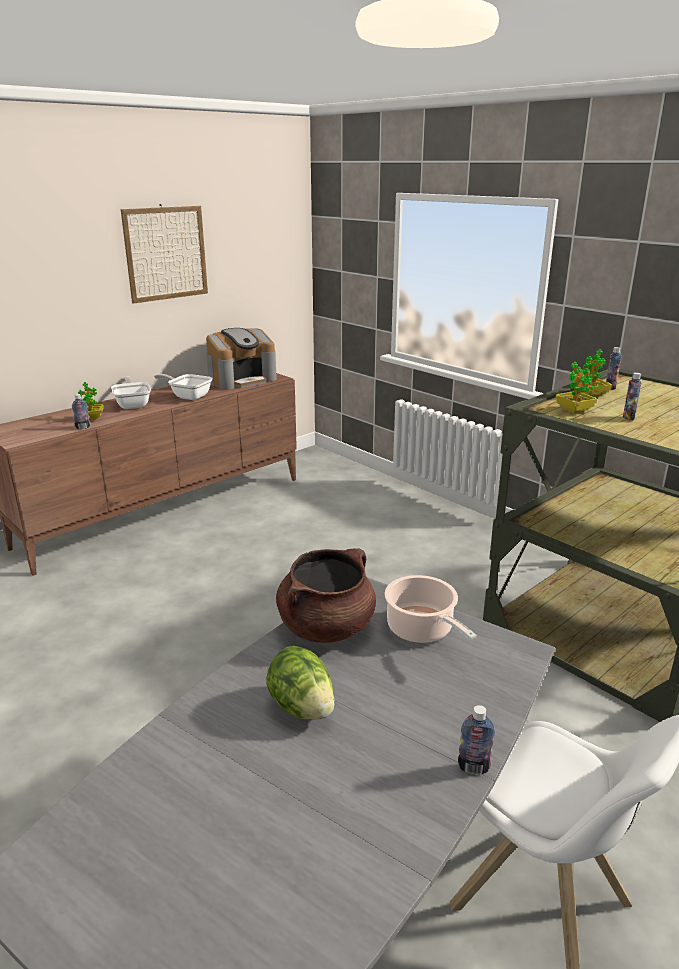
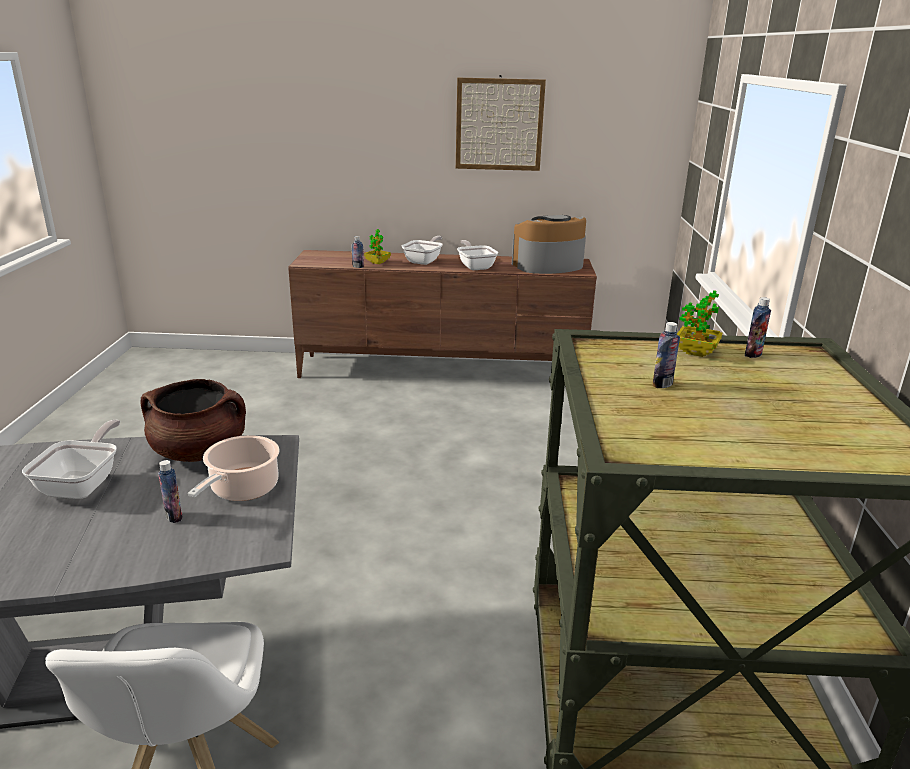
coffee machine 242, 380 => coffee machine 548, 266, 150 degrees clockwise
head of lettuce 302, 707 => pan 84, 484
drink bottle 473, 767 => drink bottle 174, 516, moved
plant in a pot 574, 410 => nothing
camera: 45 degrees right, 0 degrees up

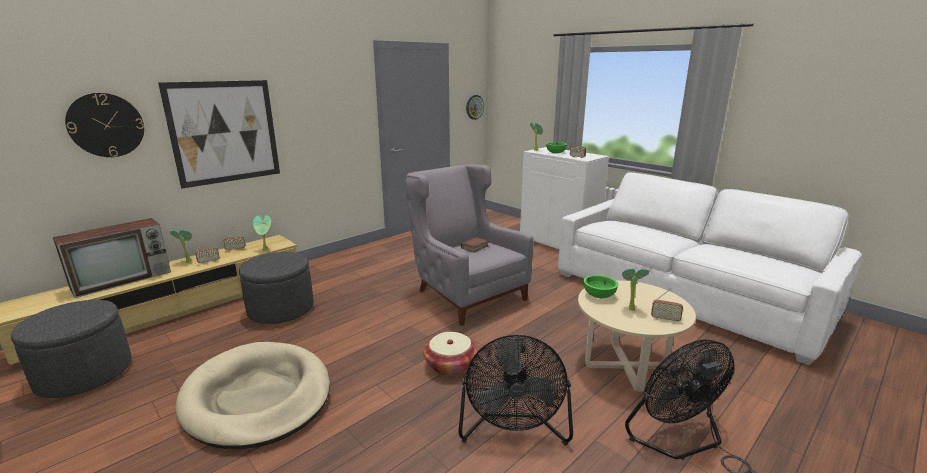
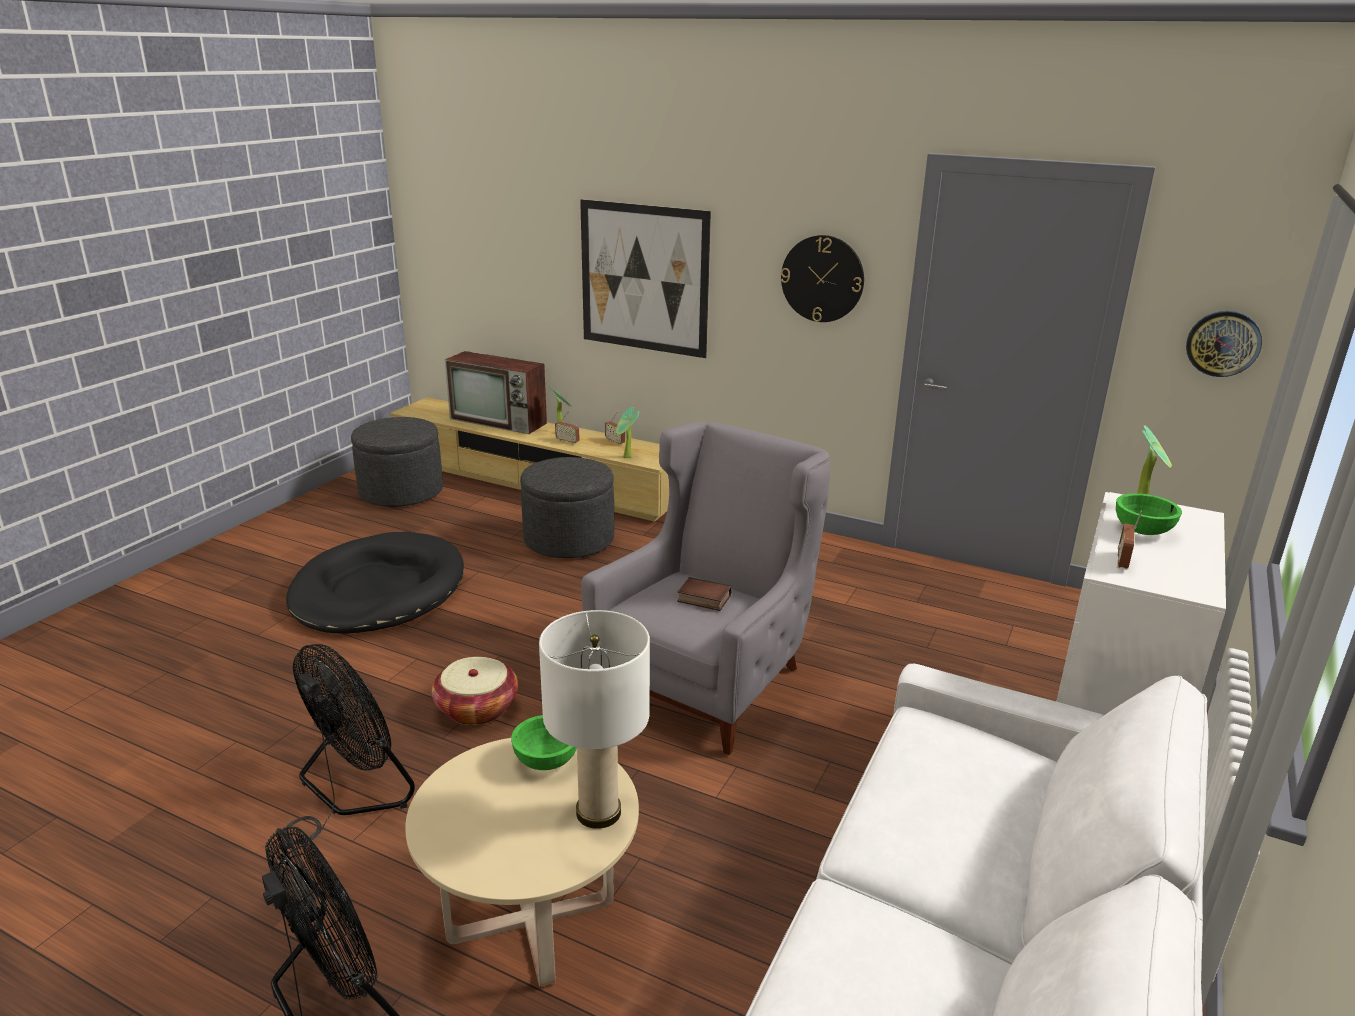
clock on the wall 106, 125 => clock on the wall 822, 278, moved
sand-coloured dog bed 258, 397 => black dog bed 378, 590
black fan 509, 427 => black fan 342, 789, 150 degrees clockwise
plant in a pot 629, 308 => nothing
radio set 665, 319 => nothing
nothing => white table lamp 599, 813
camera: 70 degrees right, 5 degrees up

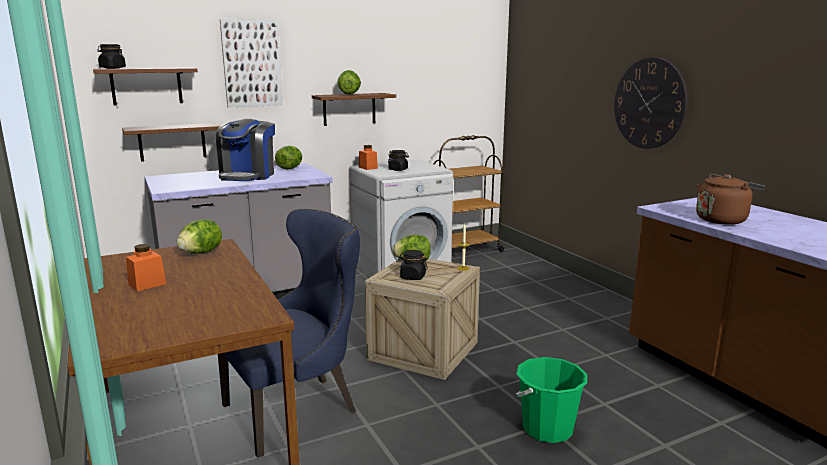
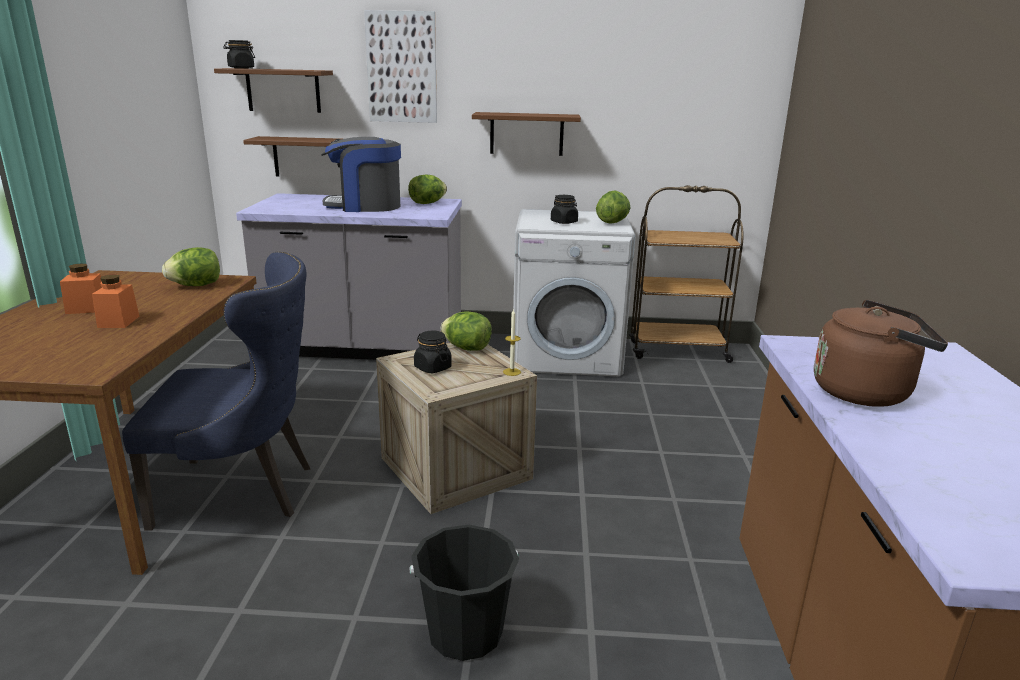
coffee machine 248, 176 => coffee machine 365, 206, 45 degrees clockwise
head of lettuce 349, 94 => head of lettuce 612, 222, moved
orange preserve jar 368, 168 => orange preserve jar 118, 322, moved
green-coloured pail 547, 429 => black pail 465, 633
clock on the wall 649, 103 => nothing
camera: 30 degrees right, 5 degrees up

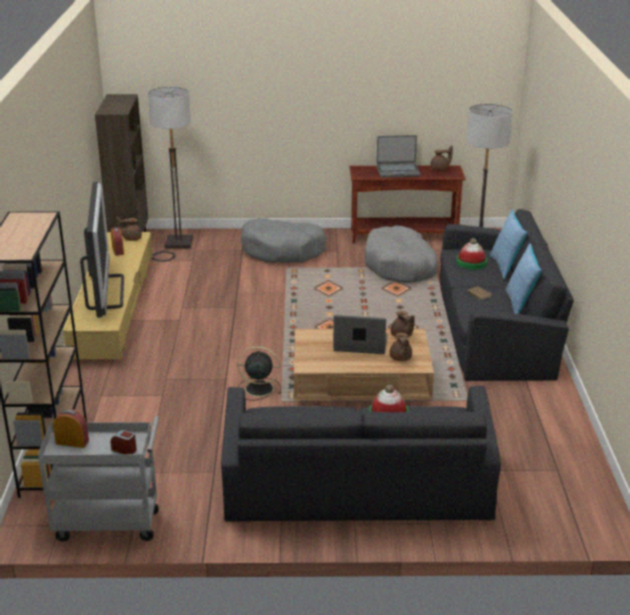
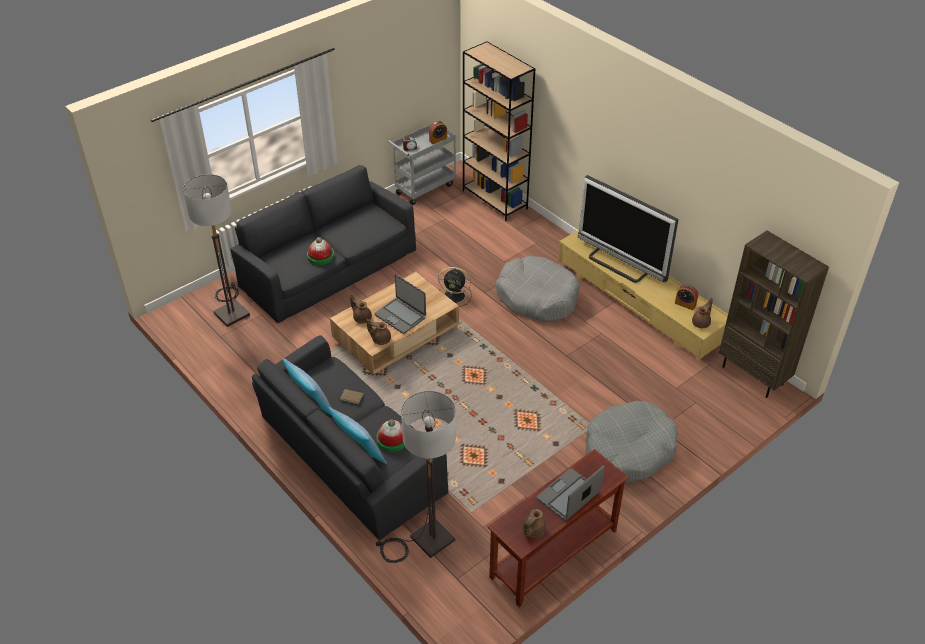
standing lamp 174, 247 => standing lamp 230, 308, moved
black fan 258, 388 => black fan 455, 296, 45 degrees clockwise
portable computer 360, 344 => portable computer 400, 316, 75 degrees clockwise
gray dog bed 400, 266 => gray dog bed 537, 297, moved
camera: 140 degrees right, 15 degrees up

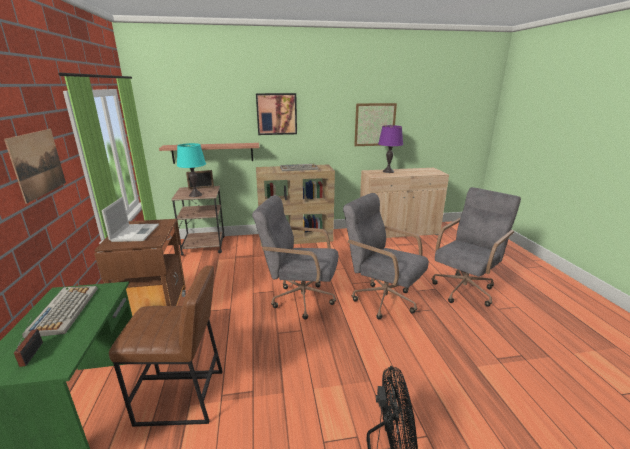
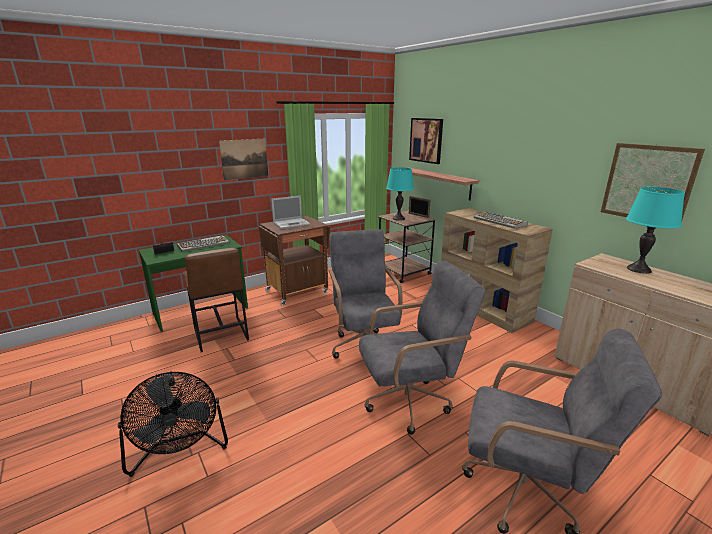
wall picture 276, 114 => wall picture 426, 140, moved
gray office chair 381, 300 => gray office chair 411, 402, 60 degrees clockwise
purple-coloured table lamp 388, 171 => blue-green table lamp 639, 269
camera: 65 degrees right, 0 degrees up

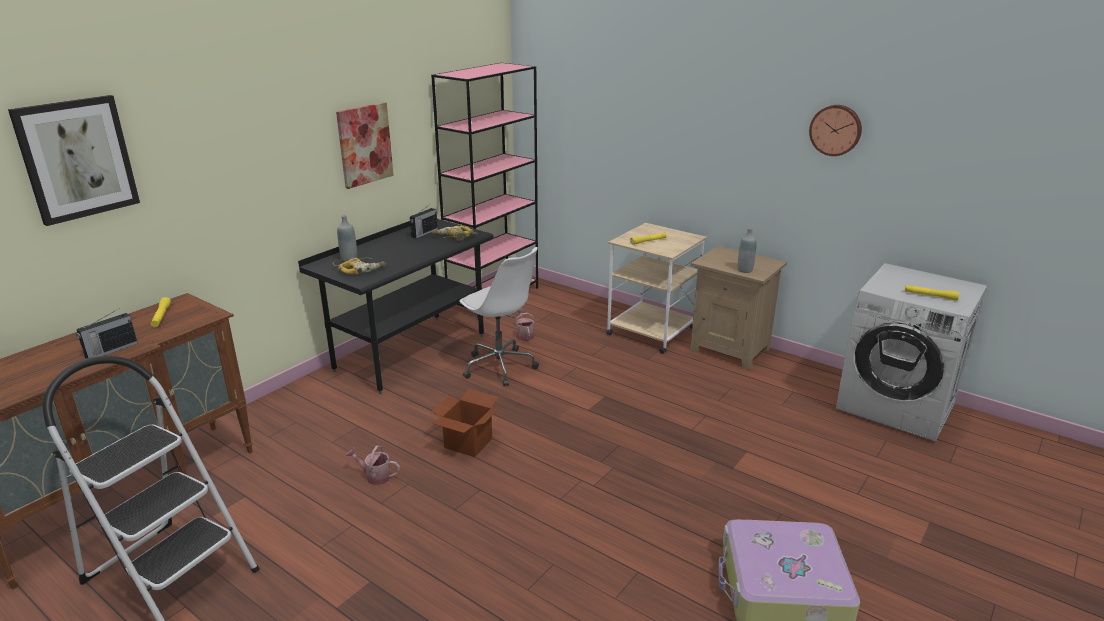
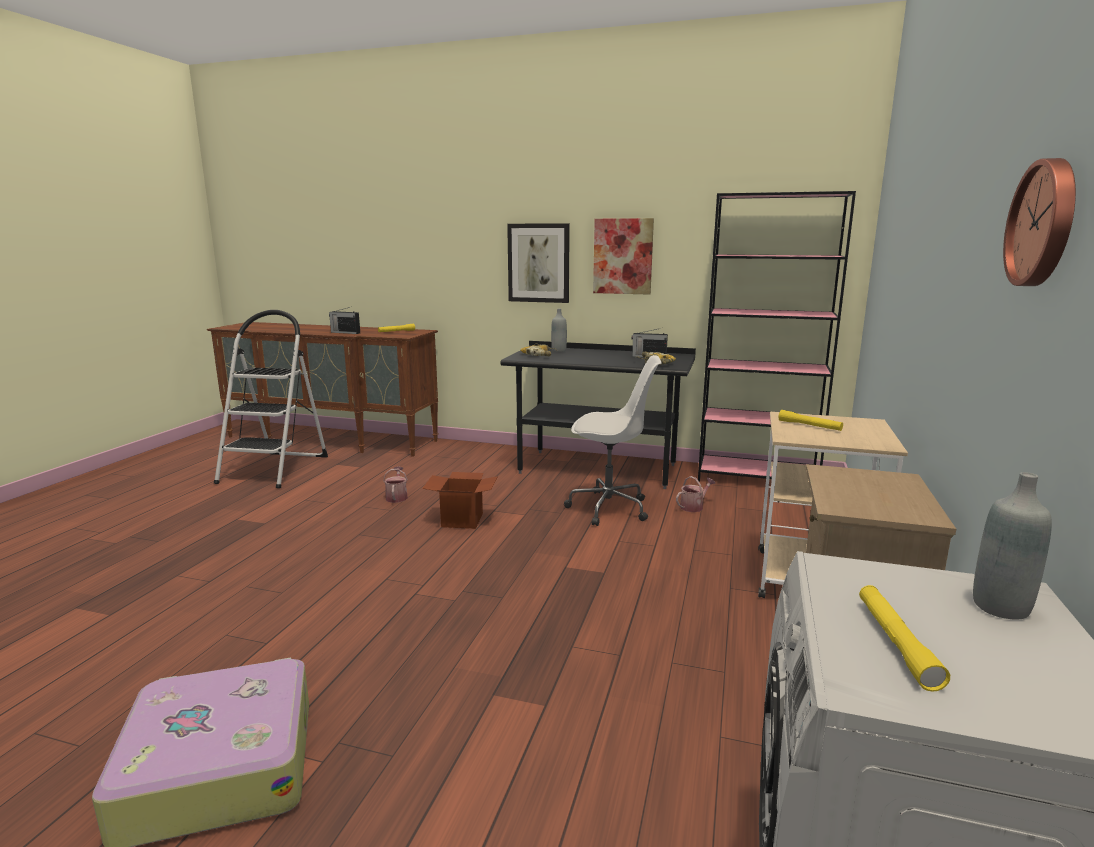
wall picture 77, 159 => wall picture 539, 263, moved
white office chair 501, 368 => white office chair 611, 508, 105 degrees counterclockwise
gray drink bottle 745, 270 => gray drink bottle 1000, 607, moved
camera: 70 degrees right, 10 degrees down

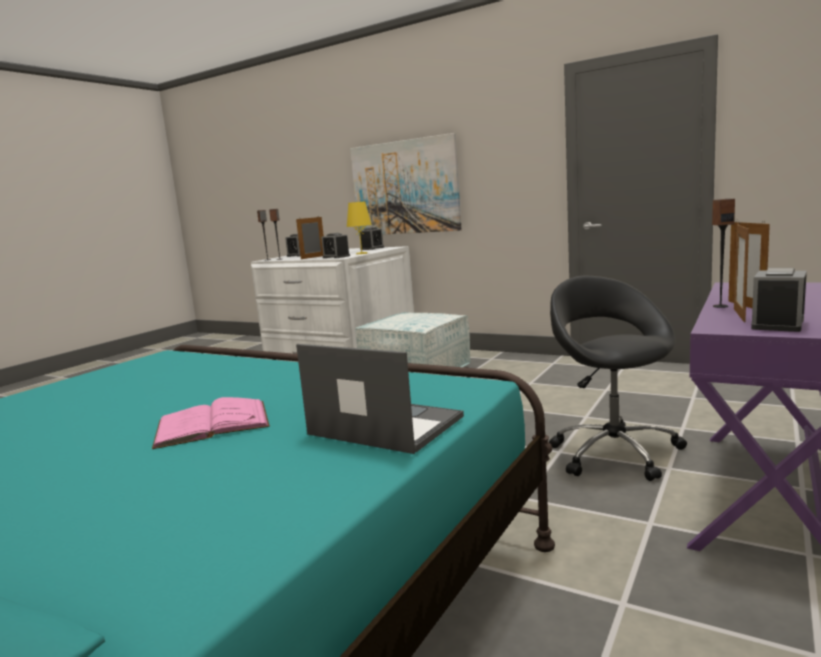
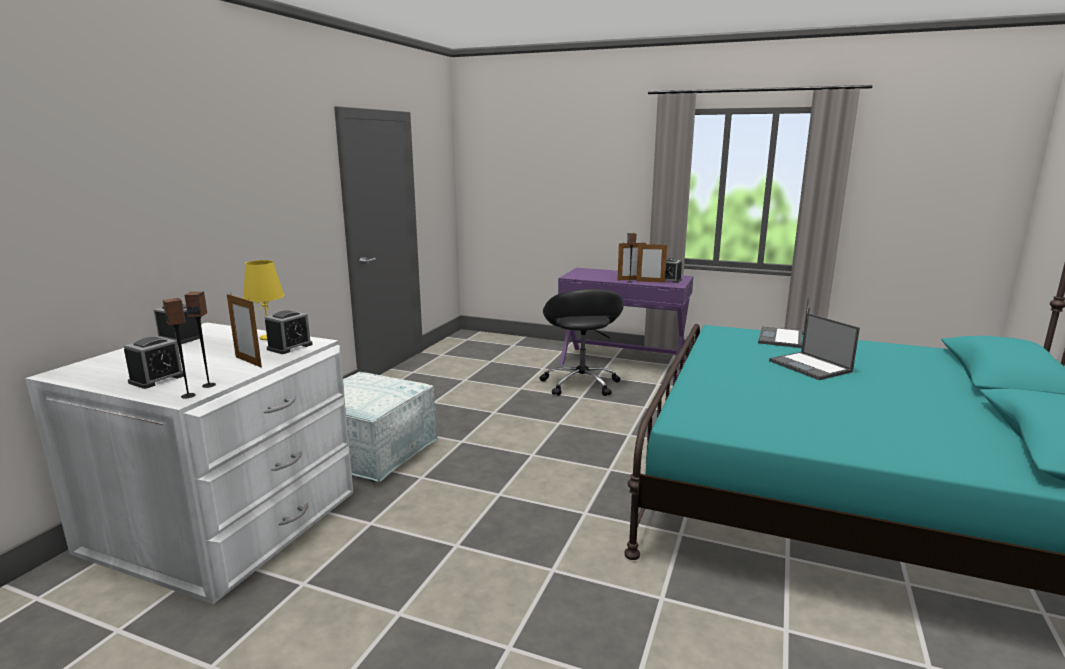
pink book 212, 423 => portable computer 811, 366
wall picture 405, 187 => nothing
black office chair 613, 453 => black office chair 581, 385, 60 degrees counterclockwise
camera: 100 degrees left, 5 degrees up

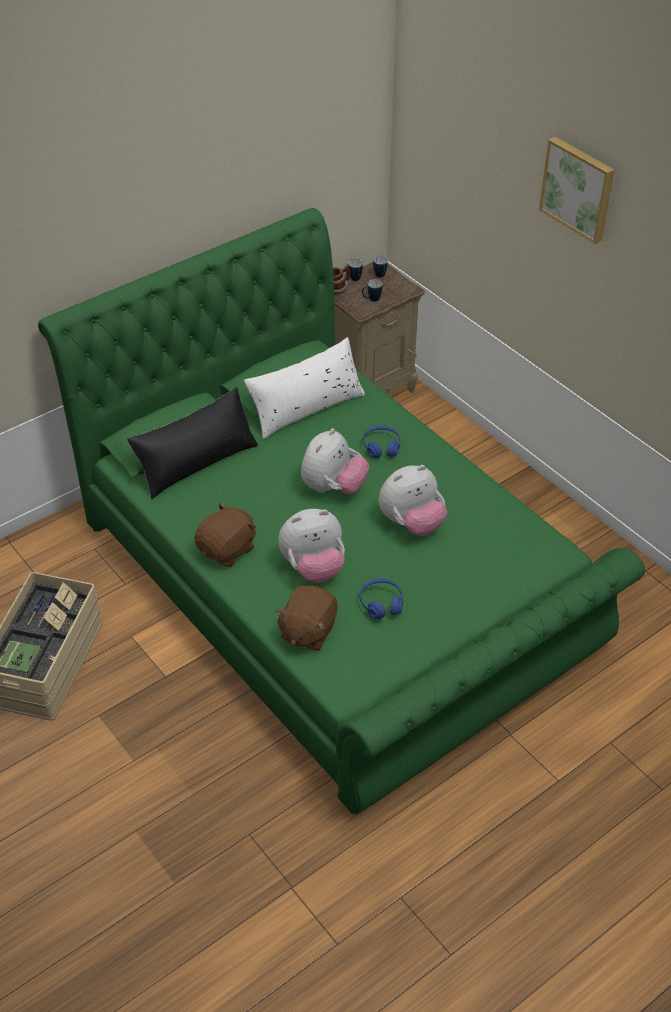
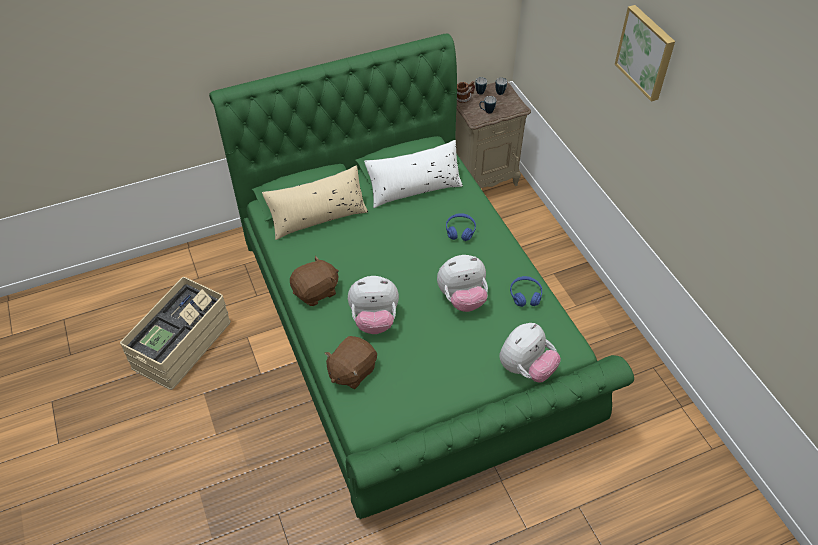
black pillow 196, 463 => sand-coloured pillow 318, 217
plush toy 333, 488 => plush toy 526, 368, moved
blue-coloured pair of headphones 381, 603 => blue-coloured pair of headphones 525, 295, moved
camera: 15 degrees right, 5 degrees up

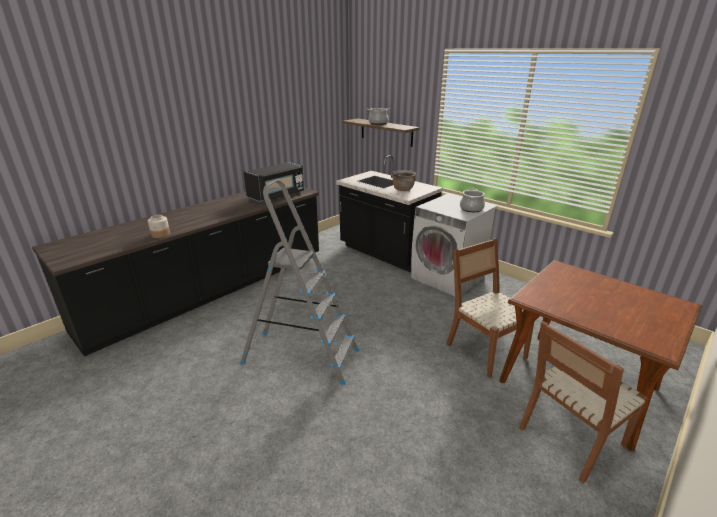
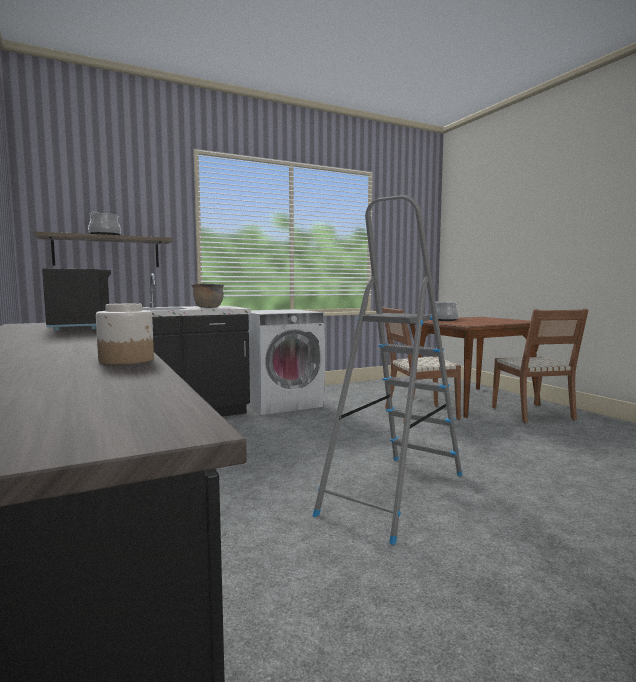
cooking pot 471, 209 => cooking pot 444, 320, moved
camera: 70 degrees left, 20 degrees down

